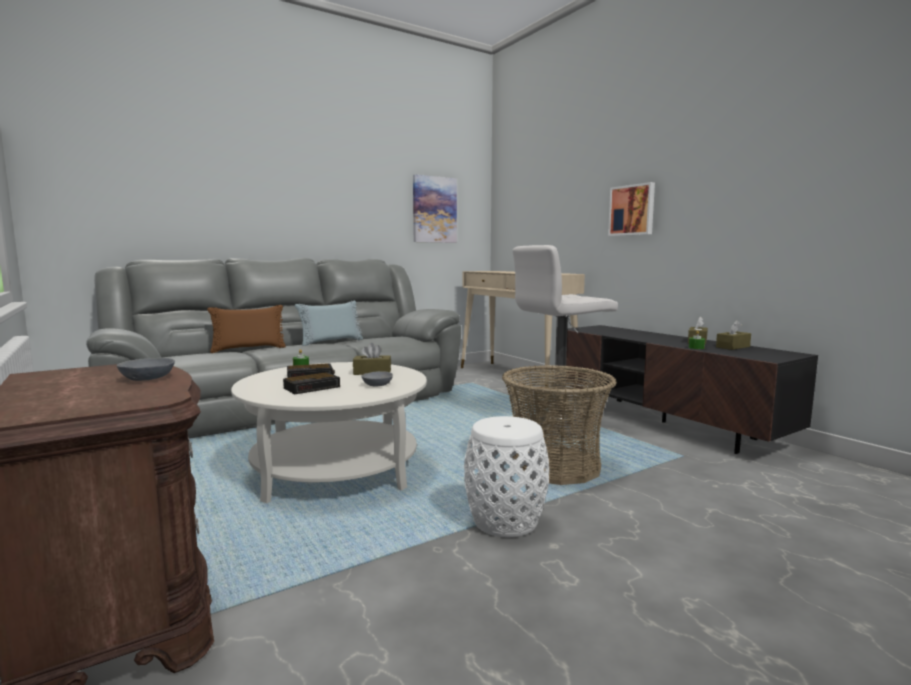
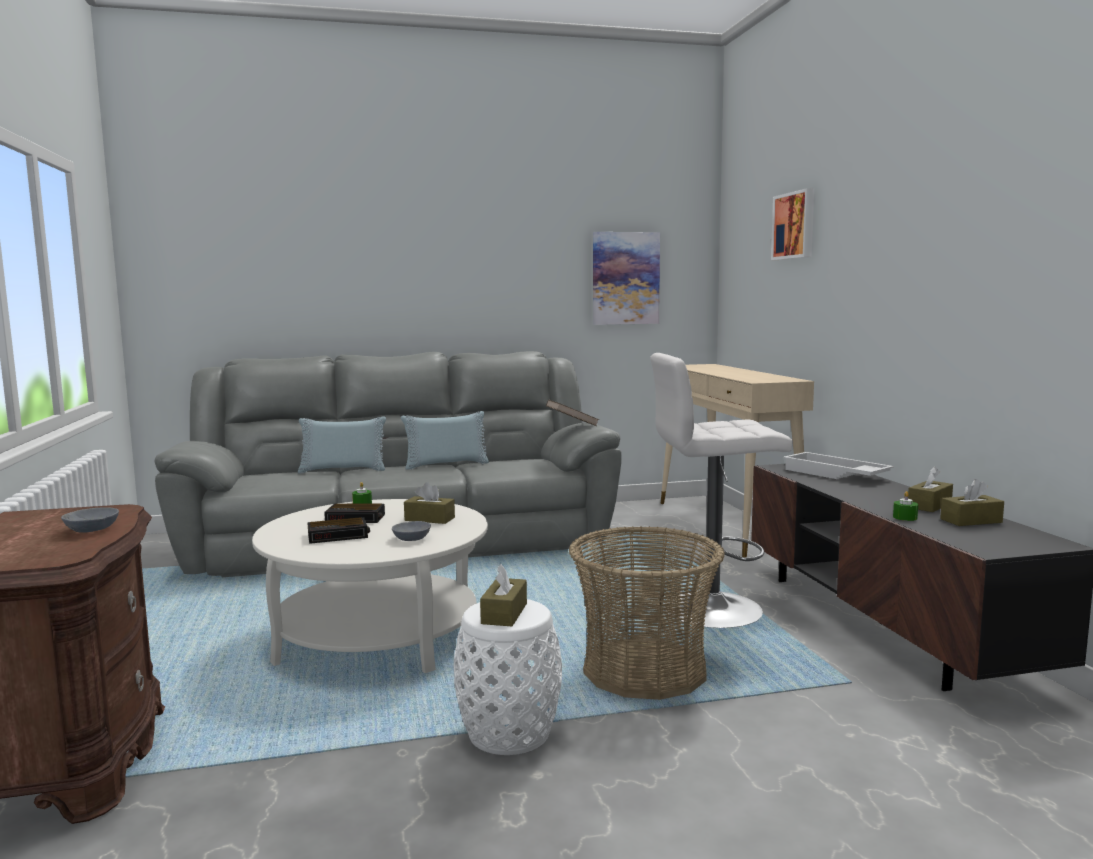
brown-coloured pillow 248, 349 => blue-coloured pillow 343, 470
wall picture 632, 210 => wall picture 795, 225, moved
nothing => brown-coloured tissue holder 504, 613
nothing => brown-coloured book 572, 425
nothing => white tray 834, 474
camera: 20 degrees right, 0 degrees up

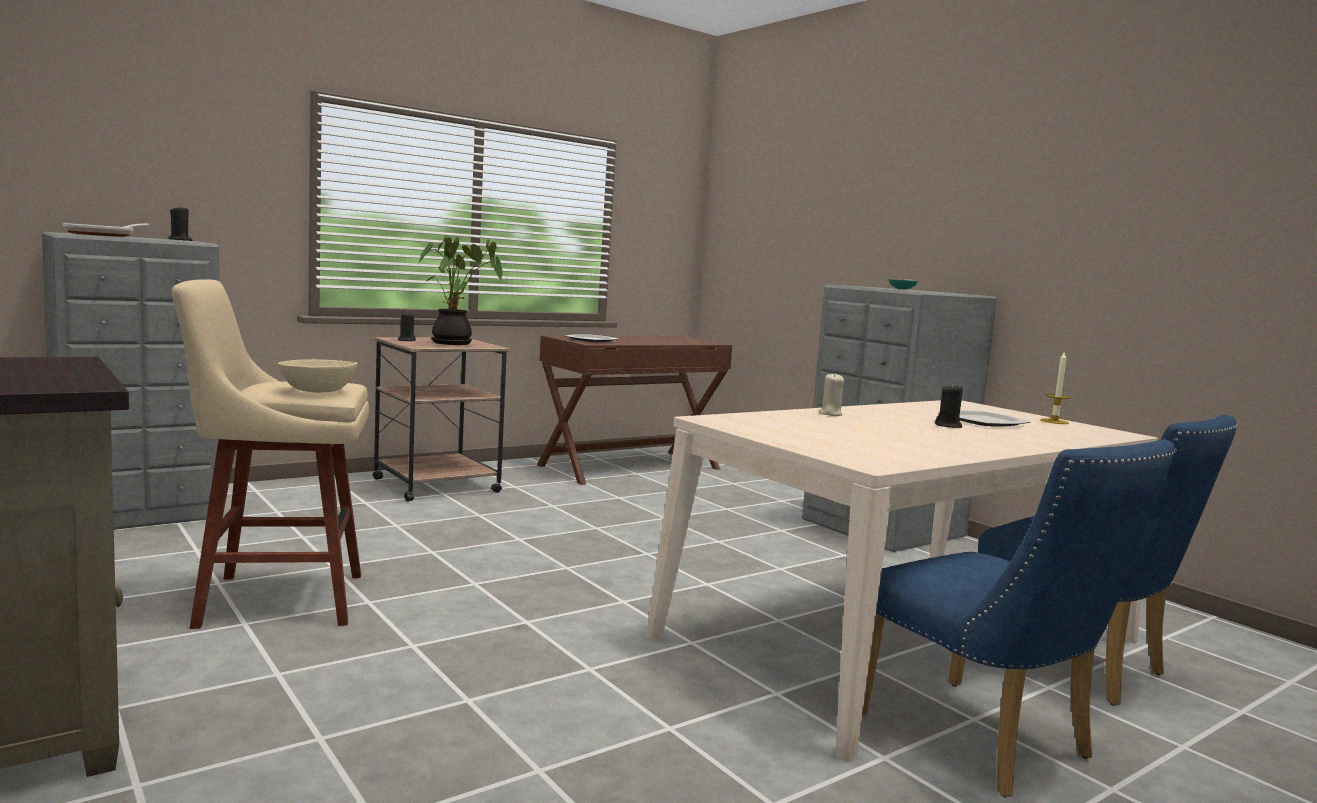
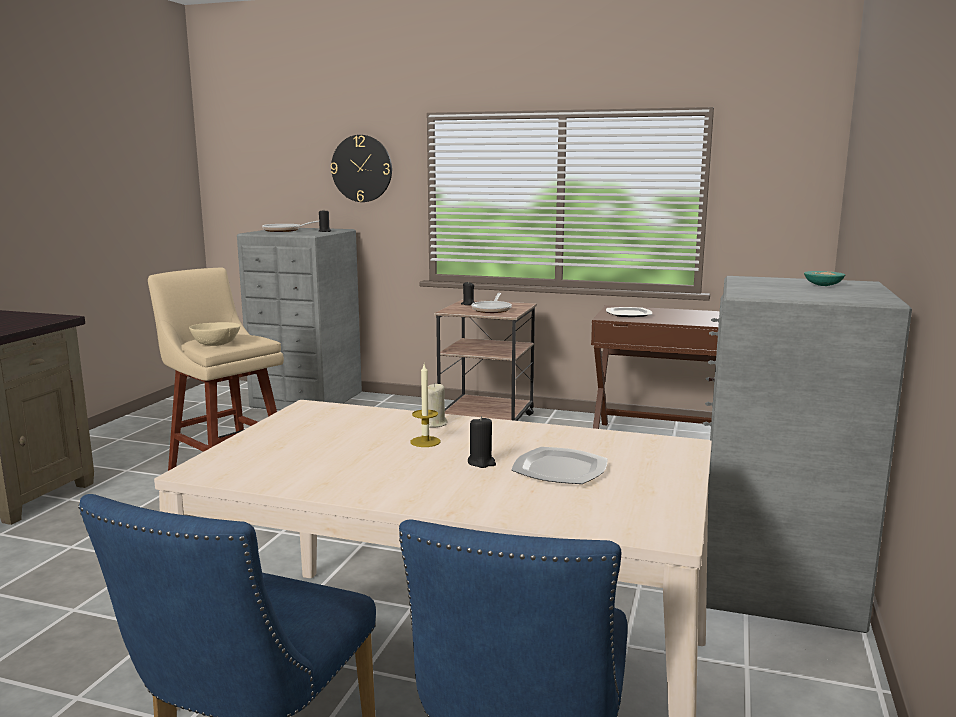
plant in a pot 455, 343 => pan 492, 309
wax light 1054, 421 => wax light 425, 442, moved
nothing => clock on the wall 362, 168
camera: 55 degrees right, 5 degrees up

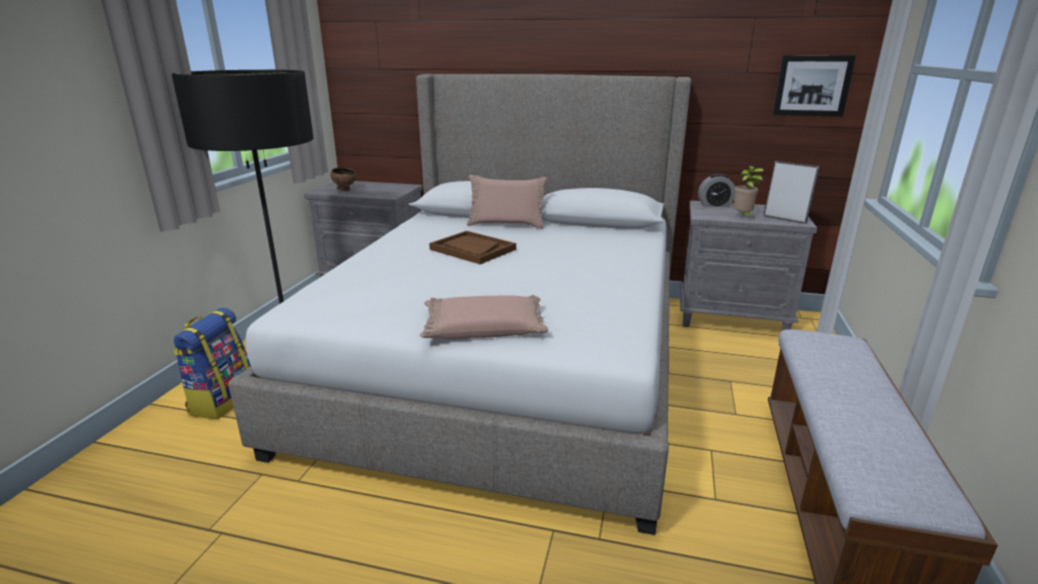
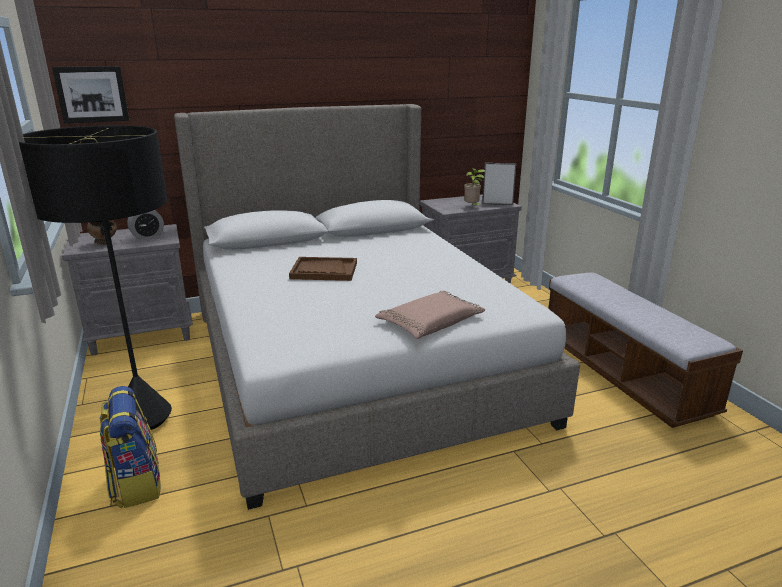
sand-coloured pillow 506, 225 => nothing
bedside clock 715, 205 => bedside clock 147, 235, moved
wall picture 812, 85 => wall picture 92, 94, moved
camera: 35 degrees left, 0 degrees up

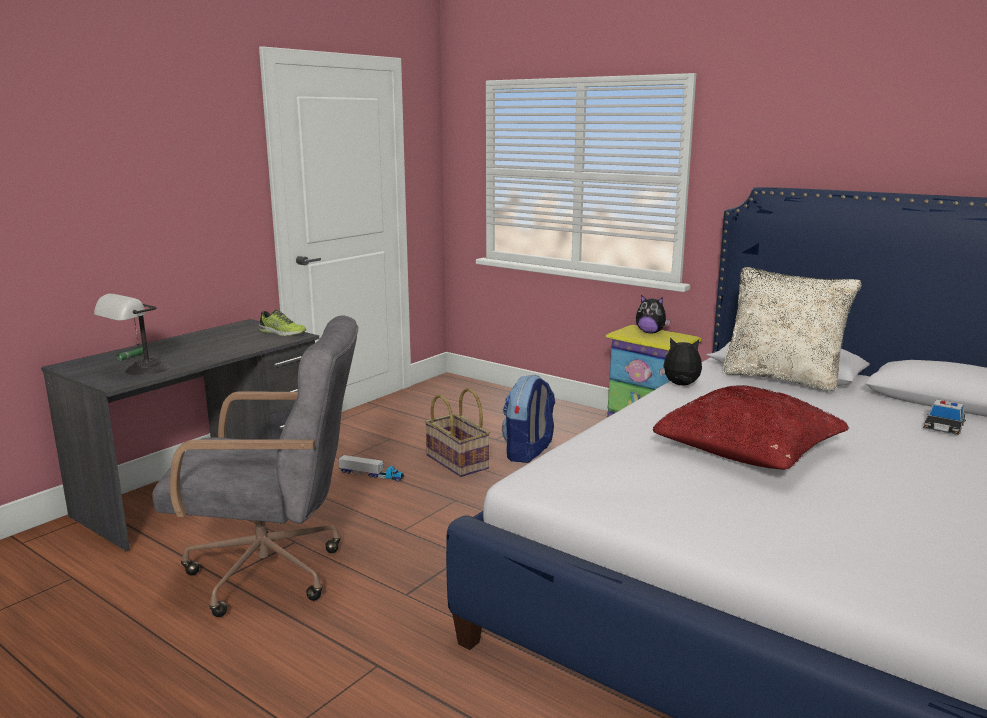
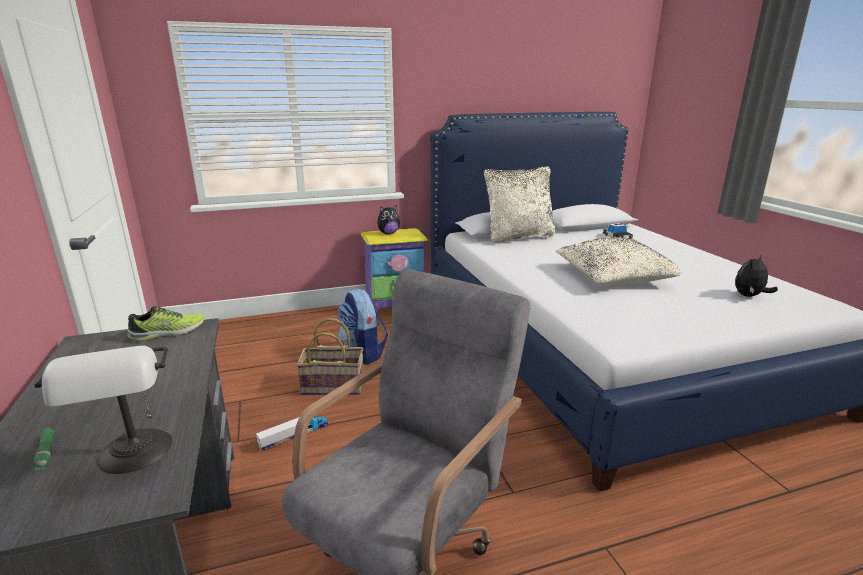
red pillow 748, 448 => sand-coloured pillow 614, 275
plush toy 681, 385 => plush toy 749, 296, moved
camera: 55 degrees left, 5 degrees up

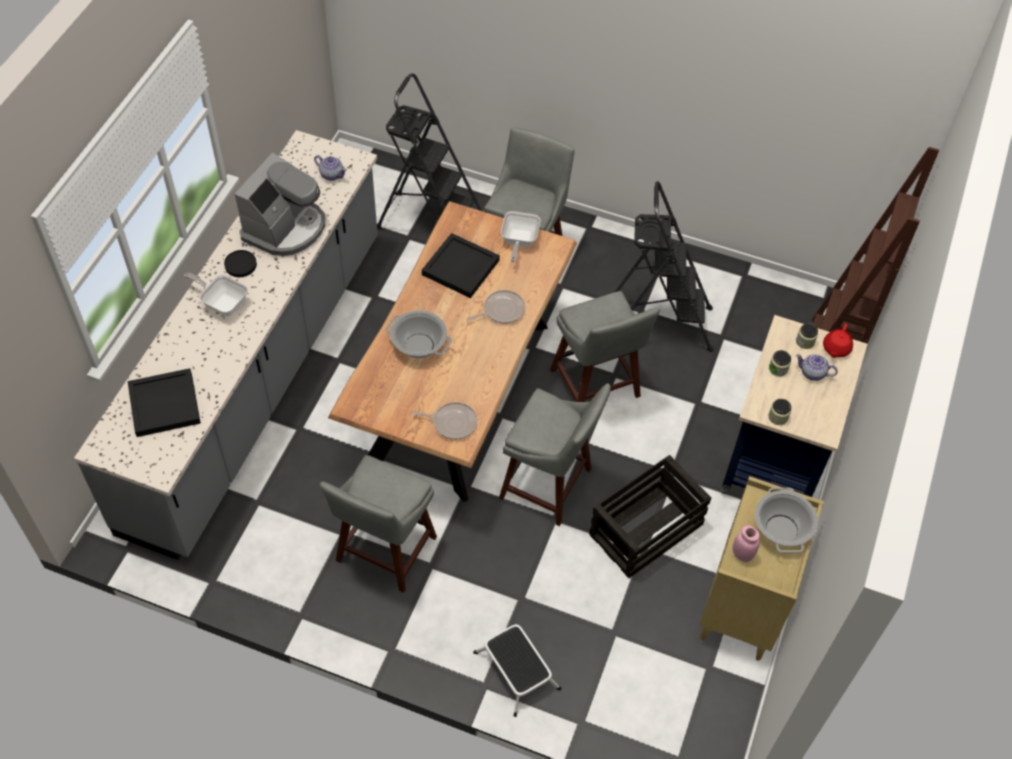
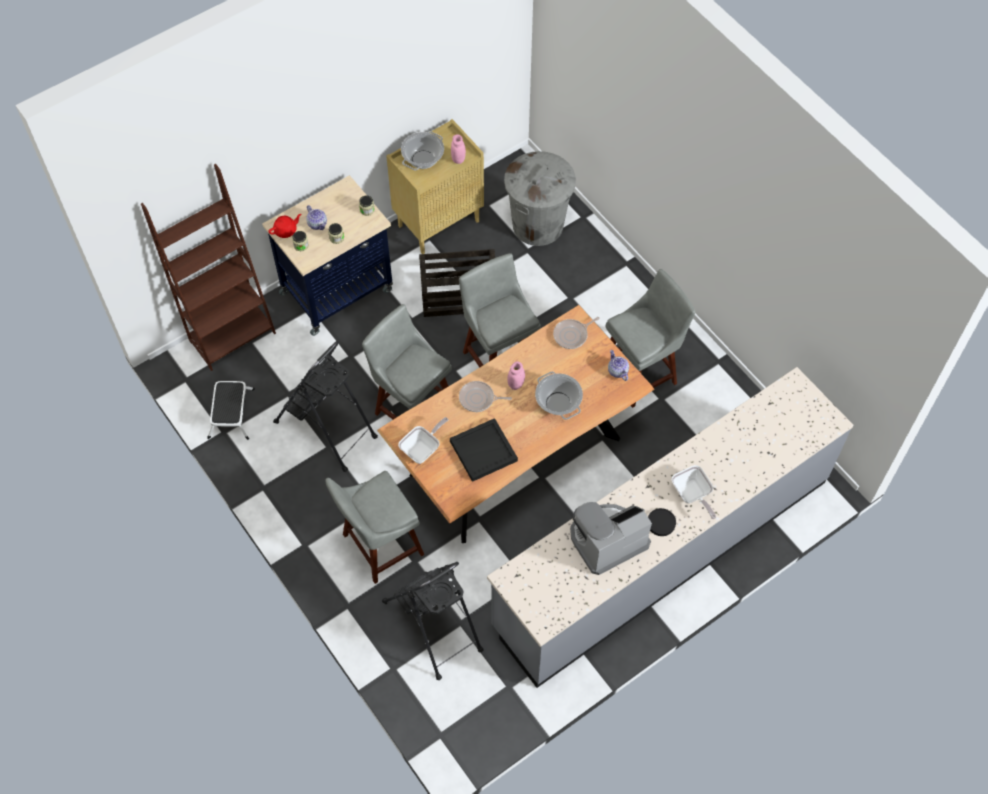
black tray 165, 404 => nothing
tea pot 332, 174 => tea pot 617, 371, moved
pan 452, 422 => pan 572, 335, 75 degrees counterclockwise
black stepladder 516, 670 => black stepladder 231, 413, moved
gray upright chair 596, 387 => gray upright chair 412, 406, 60 degrees counterclockwise
nothing => gray waste bin 538, 225
nothing => pink preserve jar 516, 384
camera: 145 degrees left, 5 degrees up

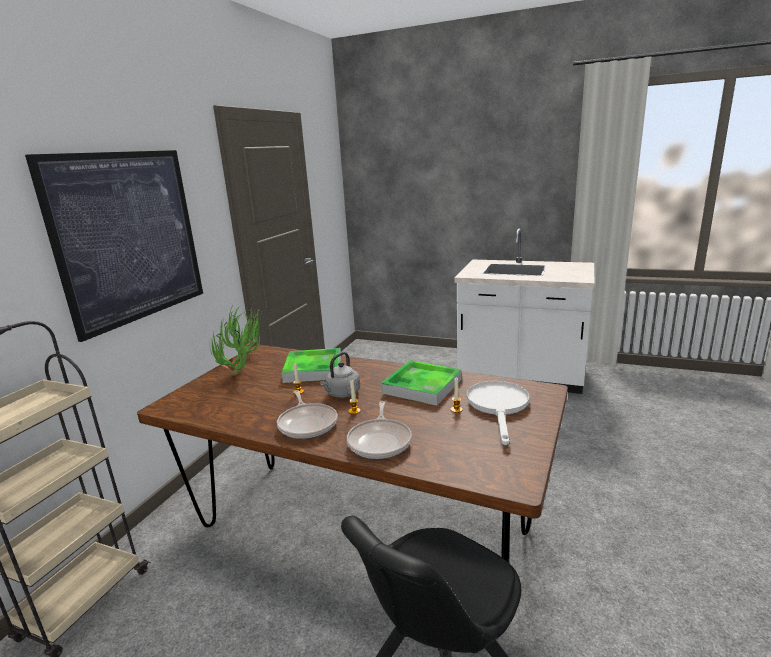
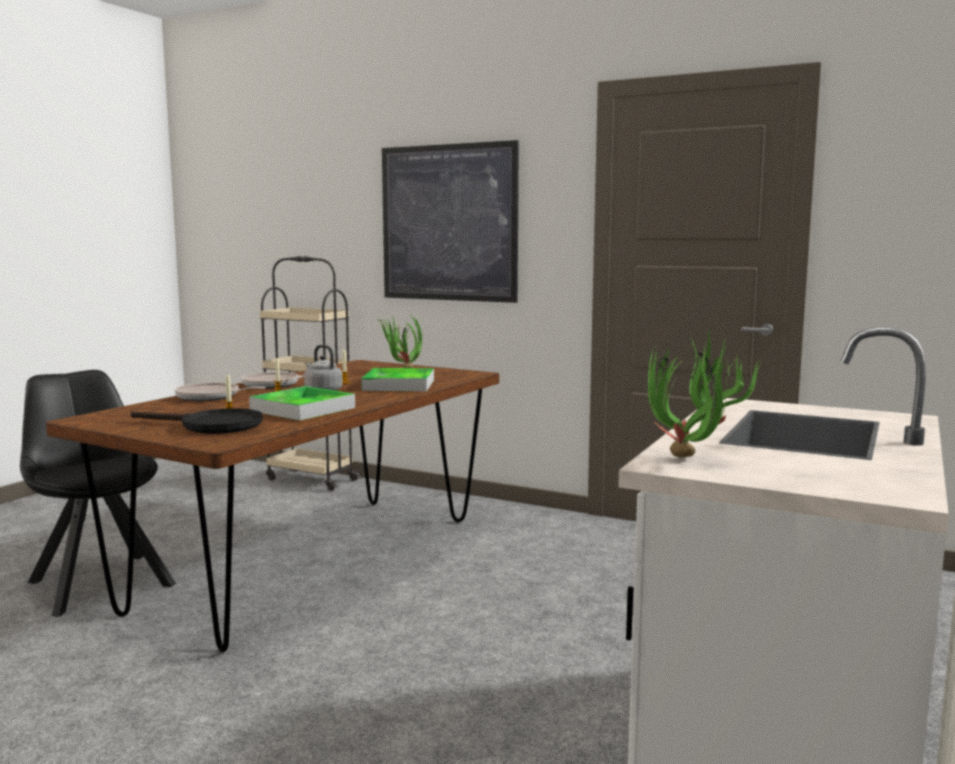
plant in a pot 249, 354 => plant in a pot 691, 462, moved
white pan 498, 406 => black pan 211, 426
camera: 95 degrees right, 10 degrees down

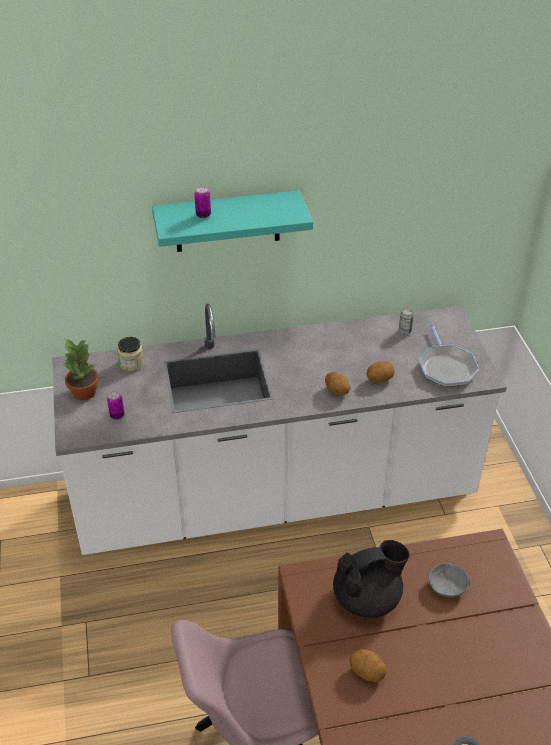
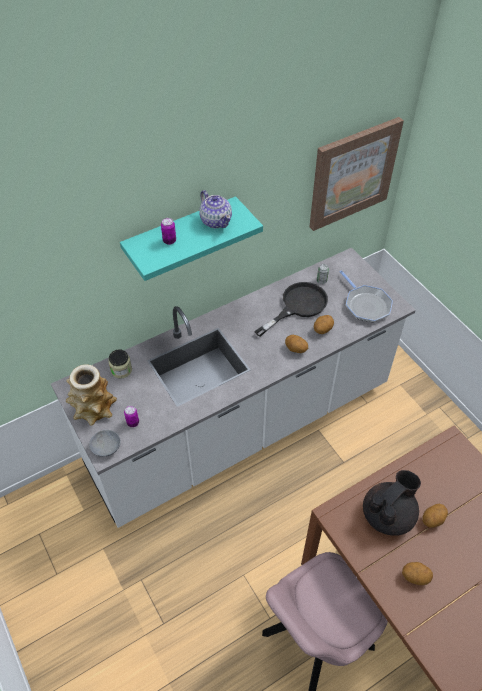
plant in a pot 83, 392 => flower vase 94, 409
gray deep dish 446, 587 => gray deep dish 106, 448, moved
nothing => tea pot 216, 221
nothing => black pan 298, 306
nothing => wall picture 352, 173
nothing => spud 433, 520
camera: 20 degrees left, 10 degrees up

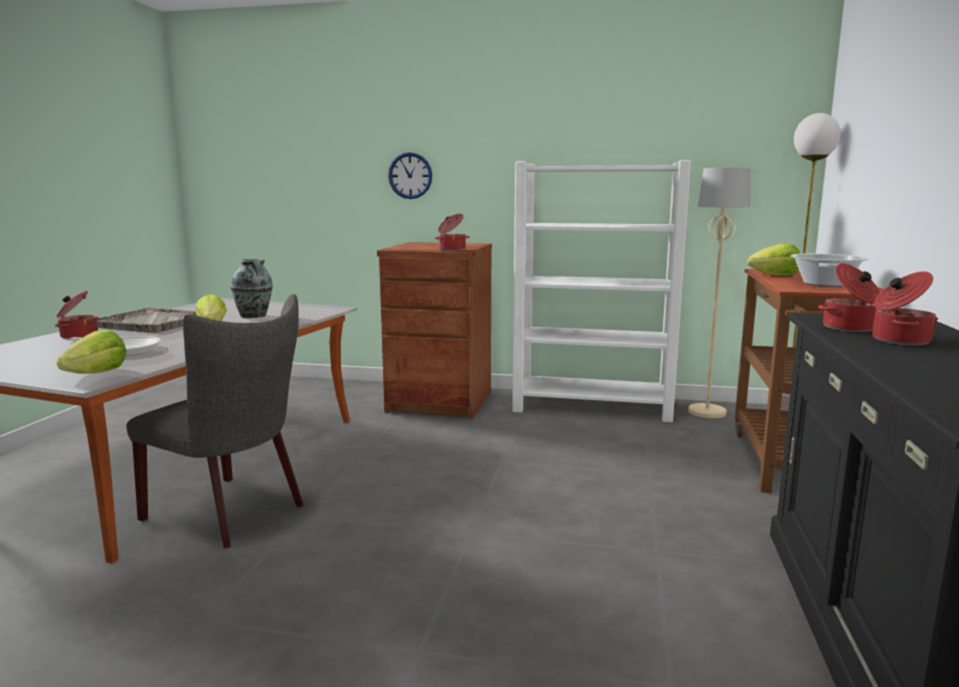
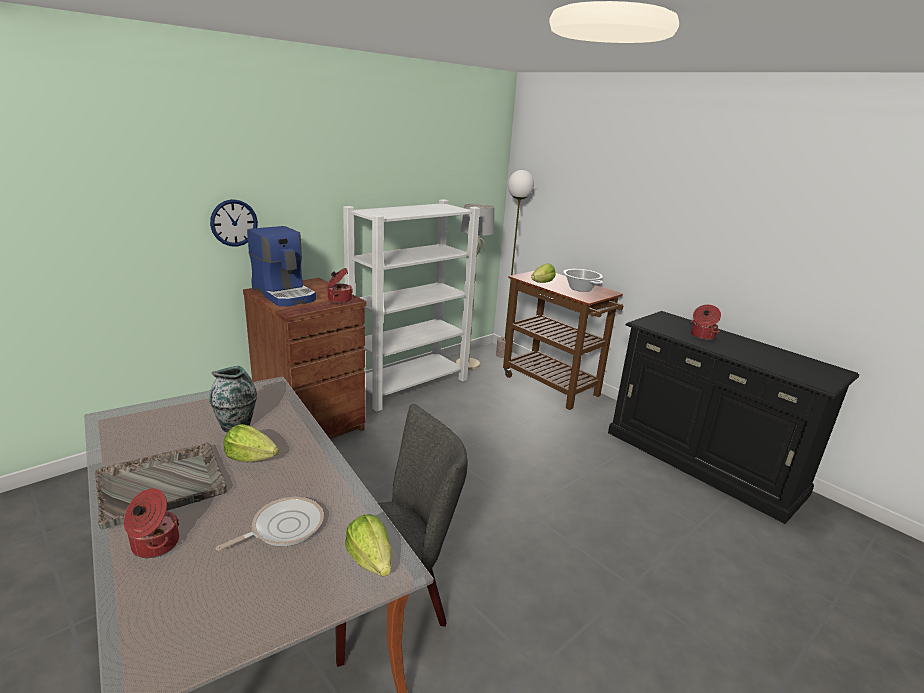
cooking pot 849, 328 => nothing
nothing => coffee machine 285, 294
camera: 55 degrees left, 10 degrees up

